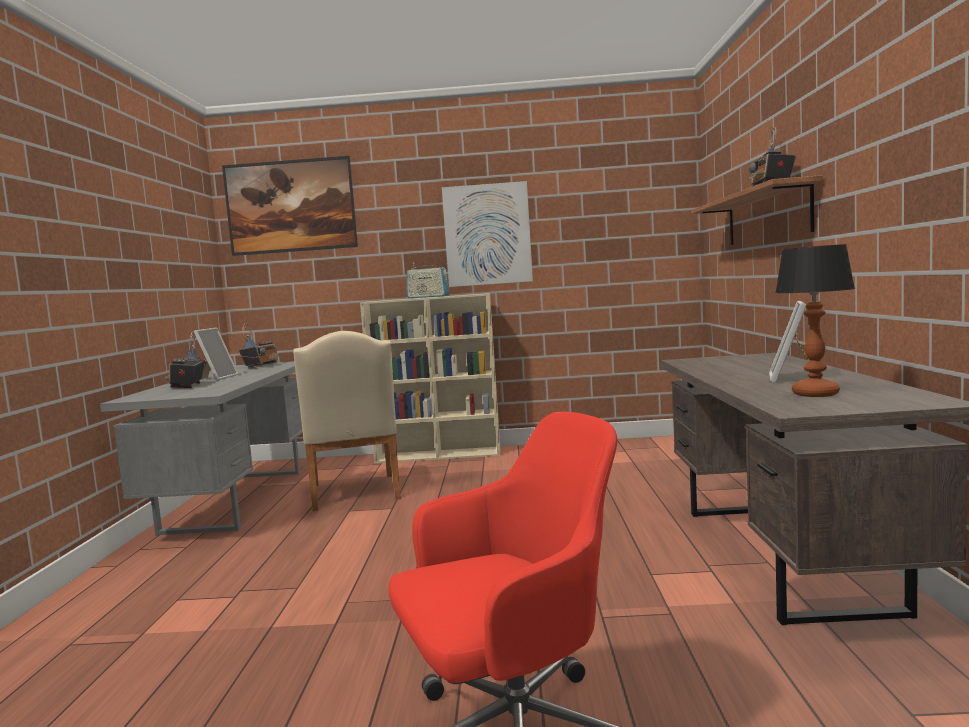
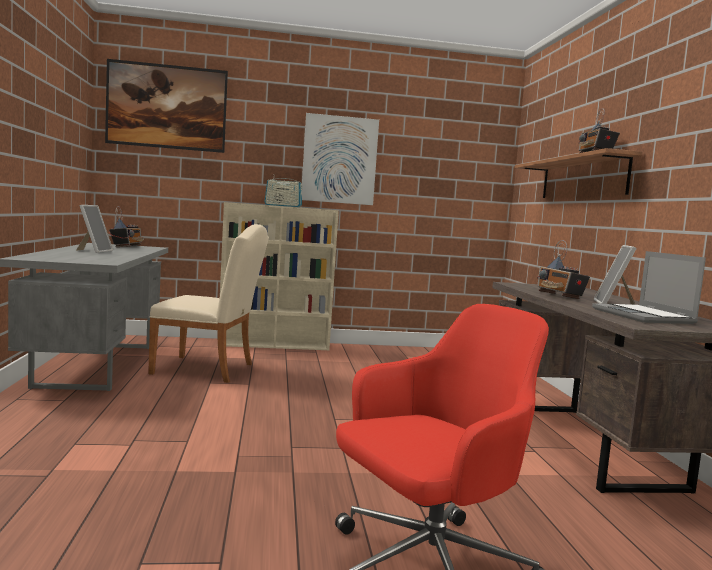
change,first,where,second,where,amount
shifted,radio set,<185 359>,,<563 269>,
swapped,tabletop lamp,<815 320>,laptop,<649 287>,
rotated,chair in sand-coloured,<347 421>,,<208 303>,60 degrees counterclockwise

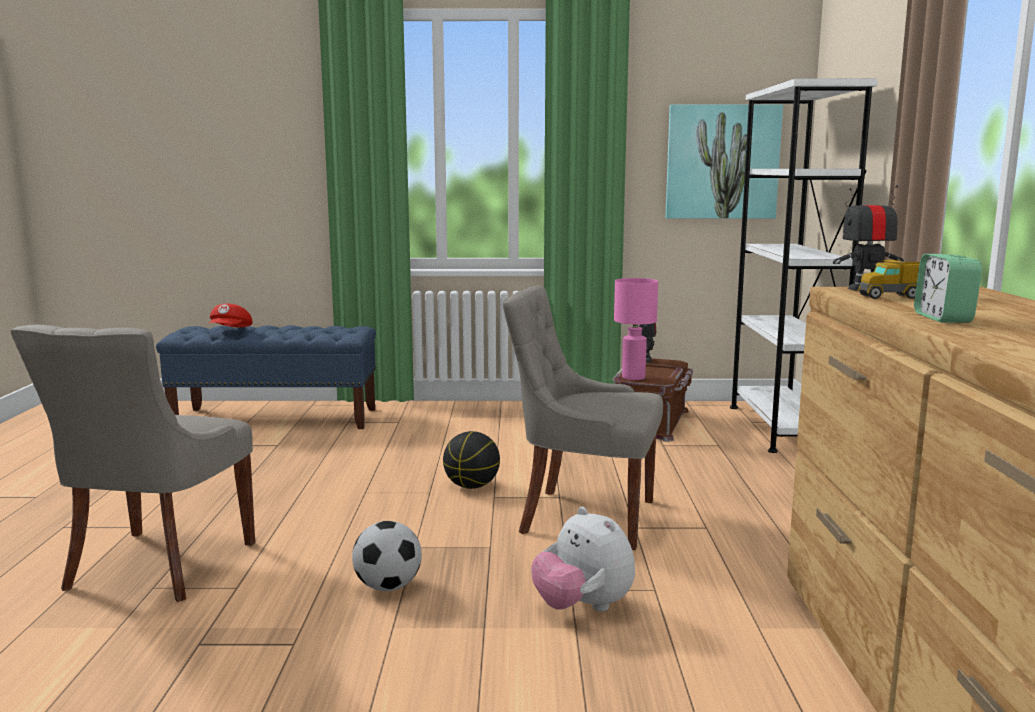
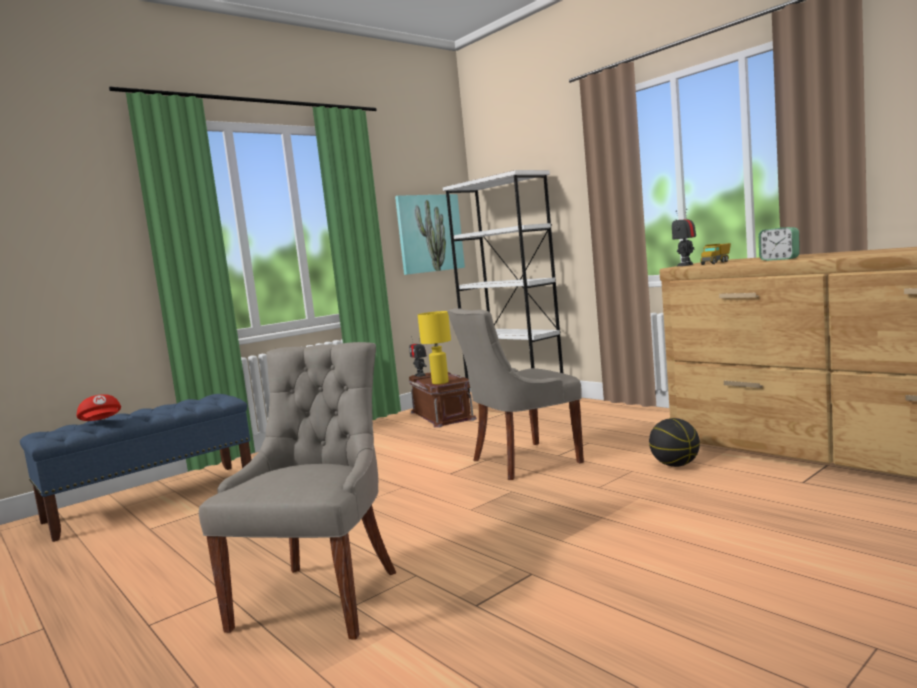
change,first,where,second,where,amount
gone,football,<387 556>,,,
gone,cuddly toy,<583 559>,,,
shifted,basketball,<471 460>,,<674 442>,
repainted,tabletop lamp in pink,<636 329>,tabletop lamp in yellow,<434 347>,
rotated,chair in gray,<132 463>,,<297 491>,135 degrees counterclockwise

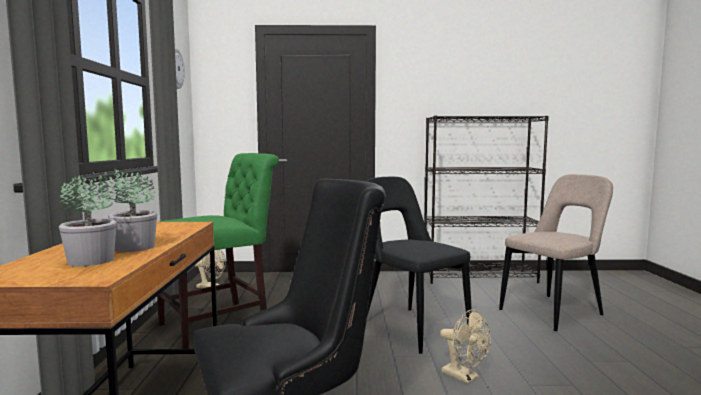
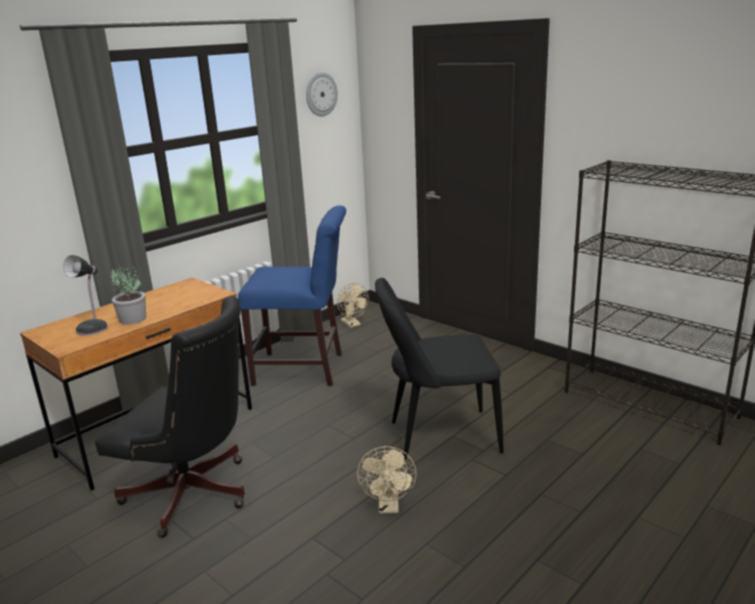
change,first,where,second,where,amount
gone,chair in sand-coloured,<556 252>,,,
swapped,houseplant,<87 218>,tabletop lamp,<85 295>,
repainted,chair in green-coloured,<218 251>,chair in bluish,<292 295>,
rotated,chair in black,<418 265>,,<439 371>,105 degrees counterclockwise

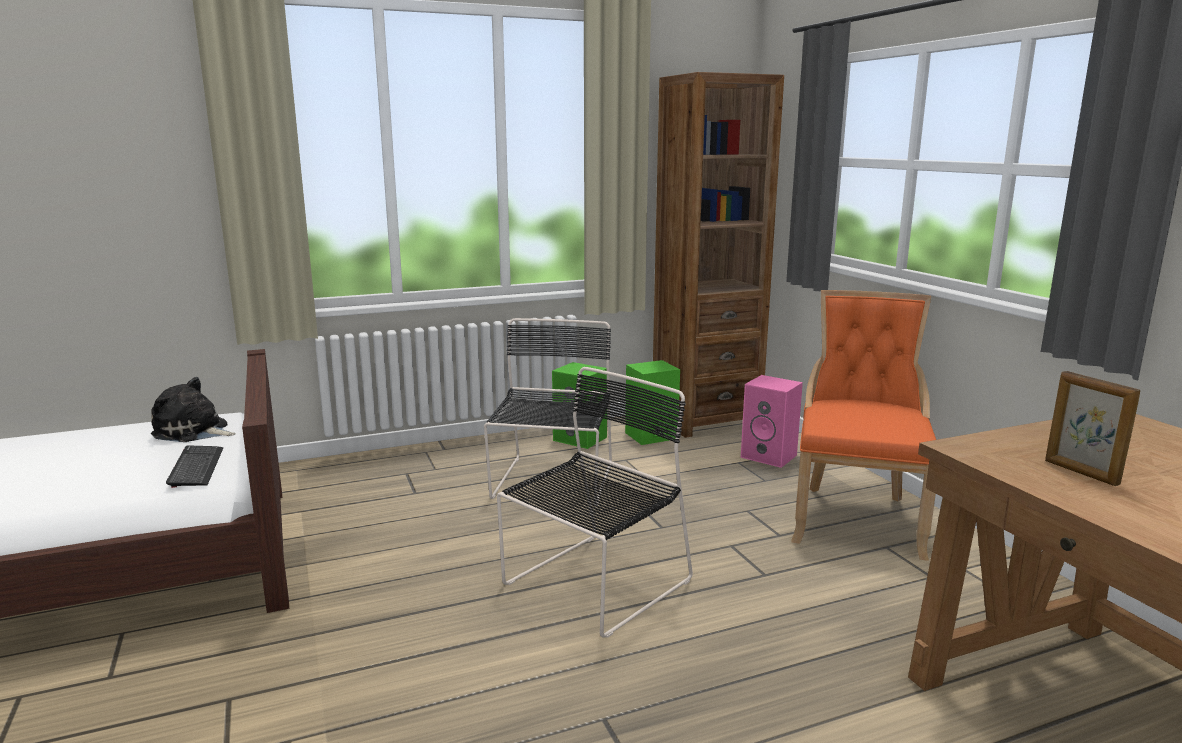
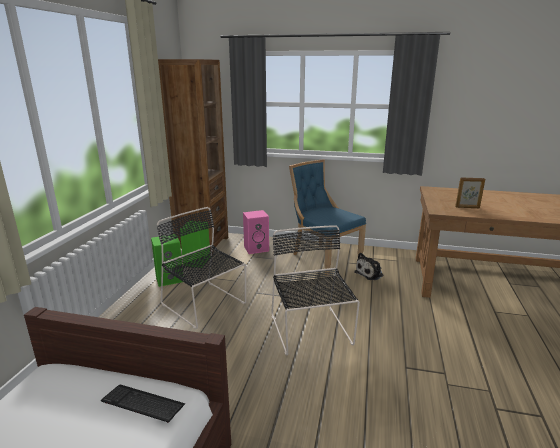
change,first,where,second,where,amount
shifted,cuddly toy,<193 409>,,<368 266>,
repainted,chair in orangey,<863 425>,chair in bluish,<327 218>,

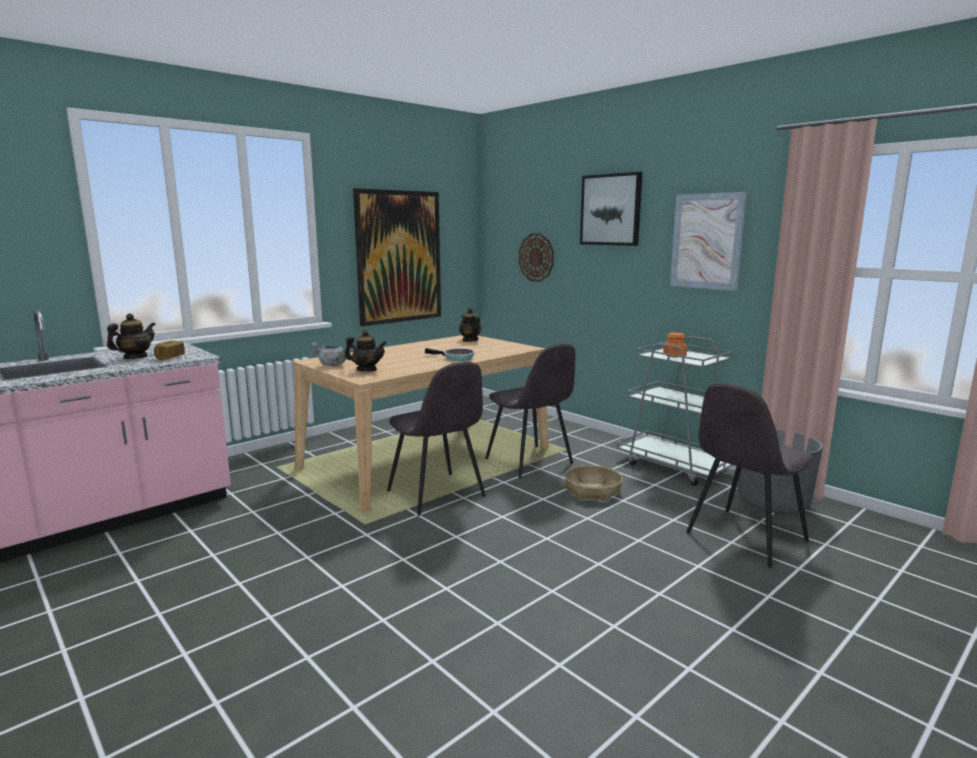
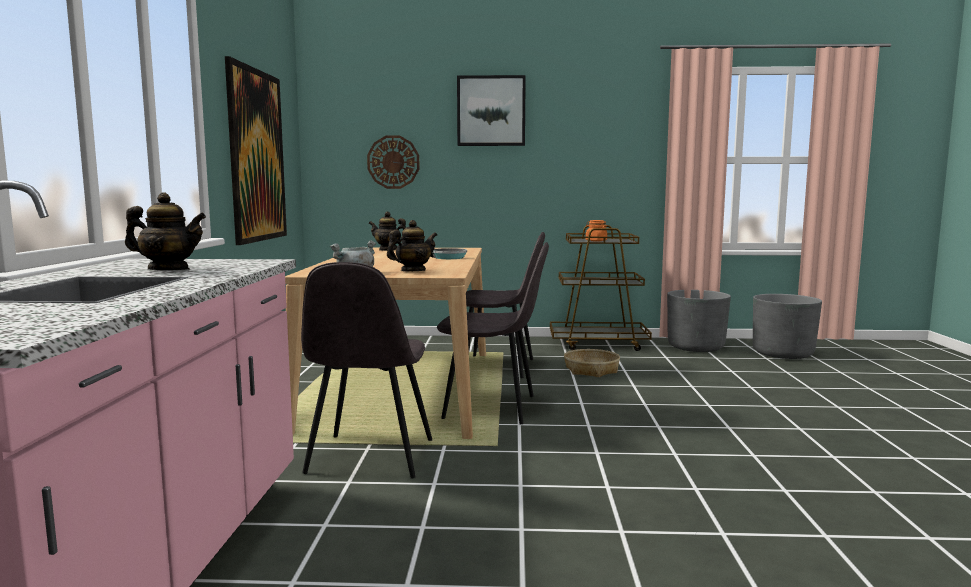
change,first,where,second,where,amount
gone,bakery bread,<169 350>,,,
gone,wall art,<708 241>,,,
new,,,flower pot in gray,<787 326>,
shifted,chair in gray,<750 475>,,<366 370>,
repainted,wheeled cart in gray,<675 411>,wheeled cart in brownish,<601 288>,
rotated,tea pot,<131 336>,,<165 231>,105 degrees clockwise

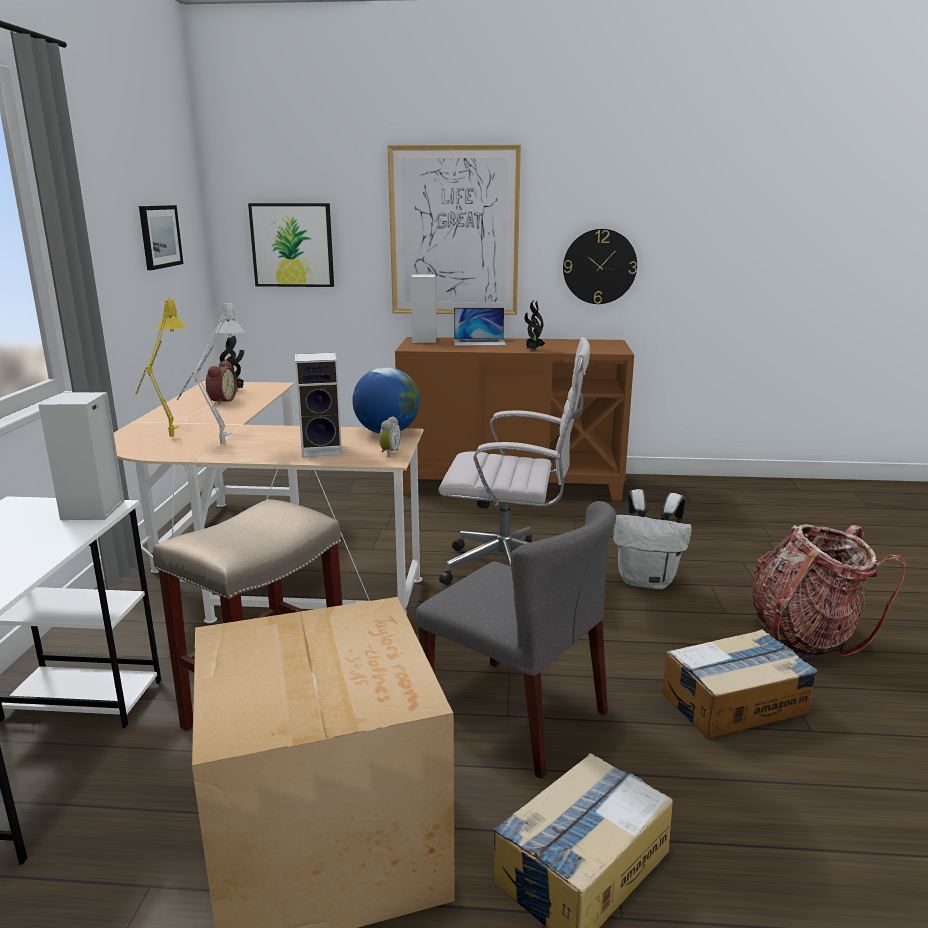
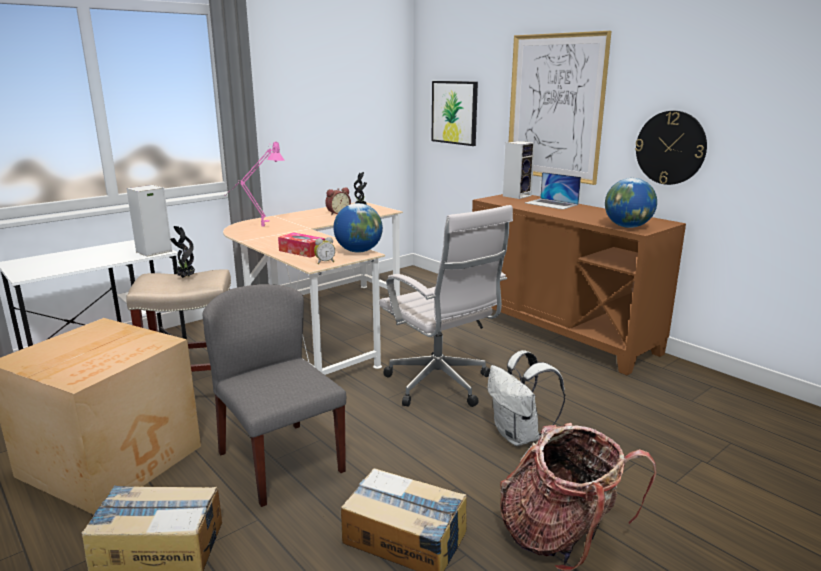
change,first,where,second,where,amount
gone,wall art,<161 237>,,,
gone,tabletop lamp in gray,<211 372>,,,
new,,,desk globe,<631 203>,
shifted,houseplant,<535 325>,,<182 252>,
swapped,loudspeaker,<318 405>,box of tissues,<301 245>,
repainted,tabletop lamp in yellow,<160 367>,tabletop lamp in pink,<254 184>,
rotated,chair in gray,<516 640>,,<274 395>,150 degrees clockwise

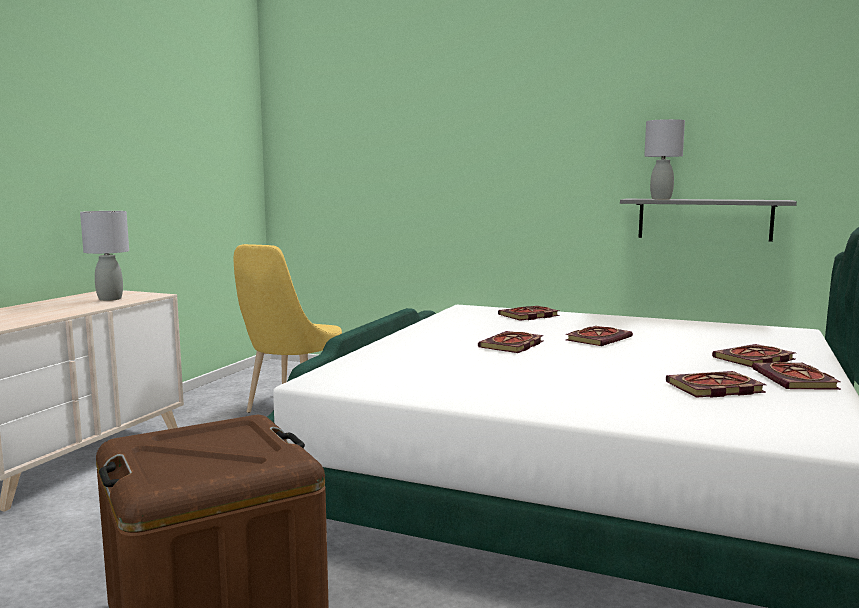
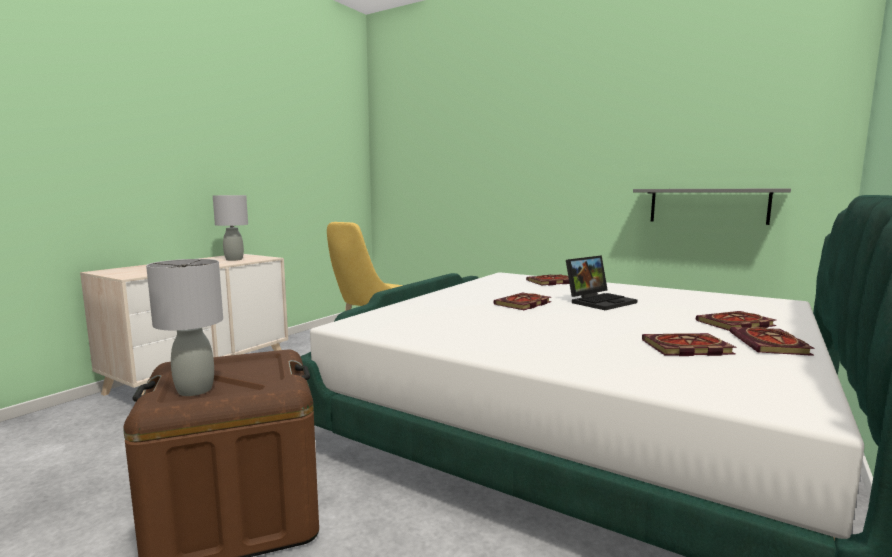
change,first,where,second,where,amount
shifted,tabletop lamp in gray,<664 159>,,<184 327>,
swapped,book,<599 336>,laptop,<601 282>,

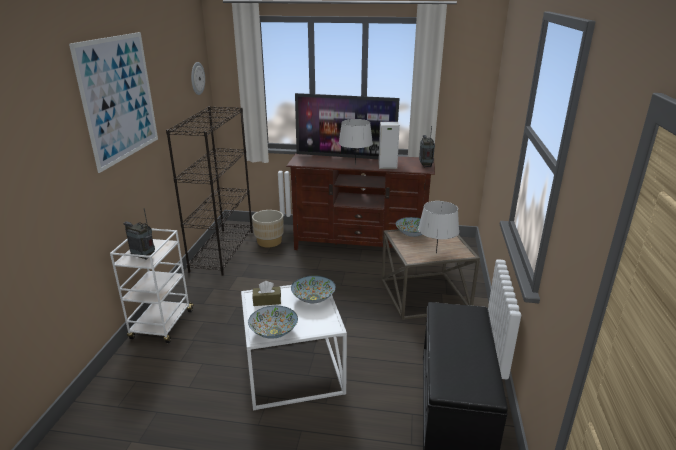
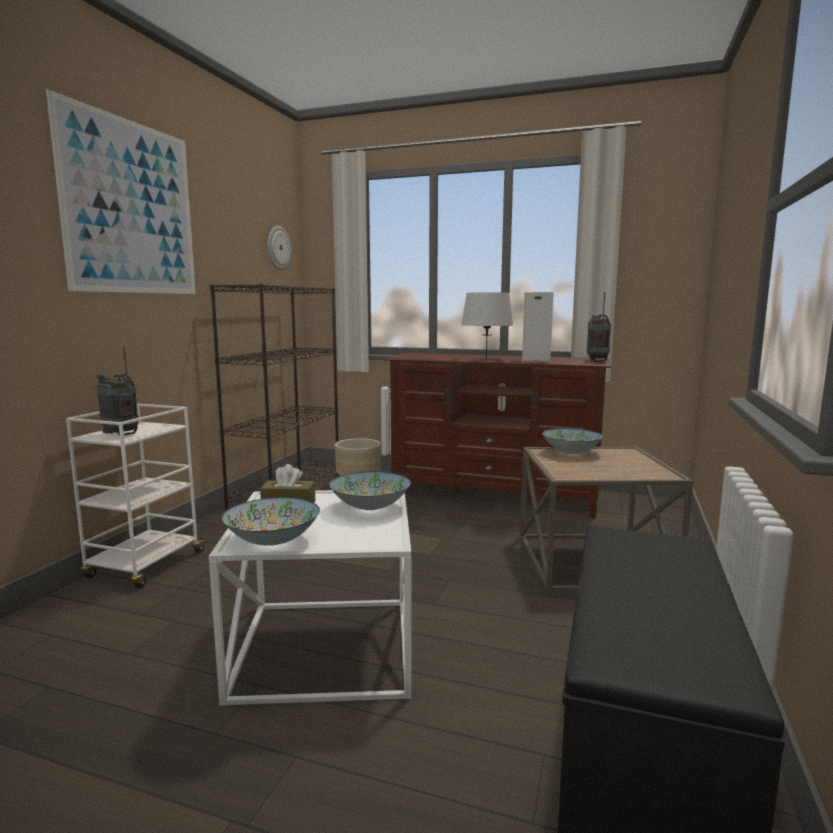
change,first,where,second,where,amount
gone,TV,<347 126>,,,
gone,tabletop lamp in gray,<438 227>,,,

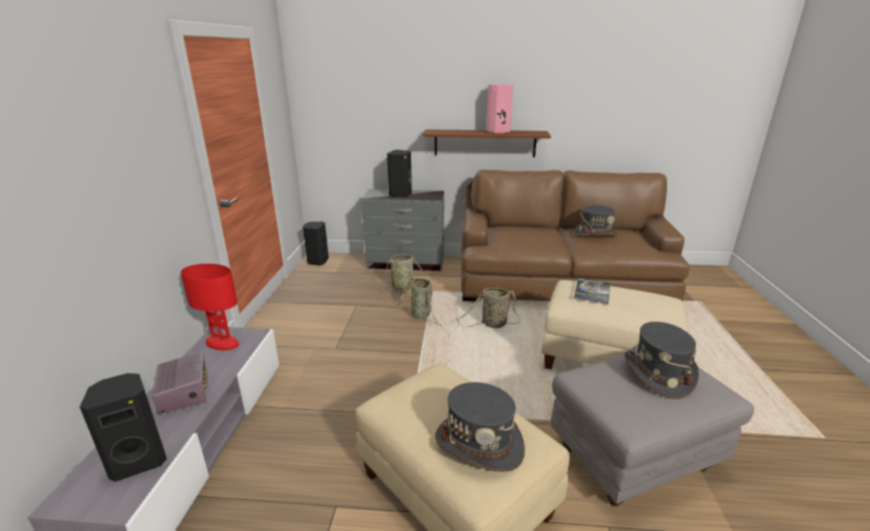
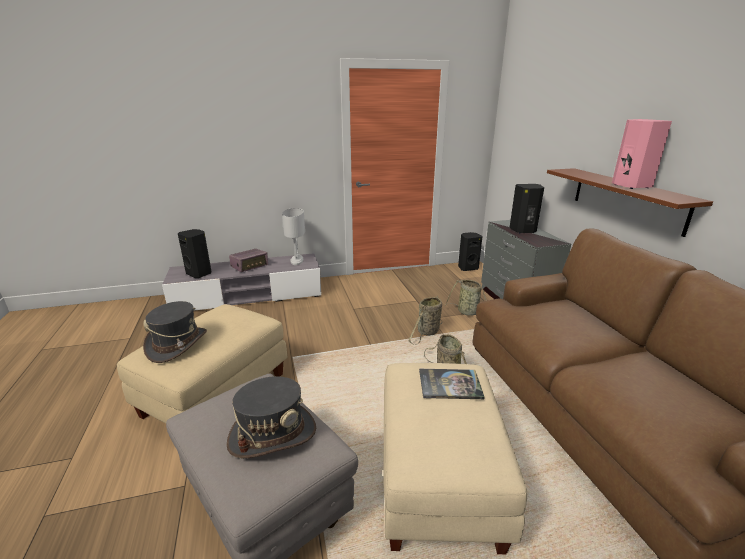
change,first,where,second,where,amount
gone,wearable hat in gray,<595 221>,,,
repainted,tabletop lamp in reddish,<210 307>,tabletop lamp in white,<293 236>,

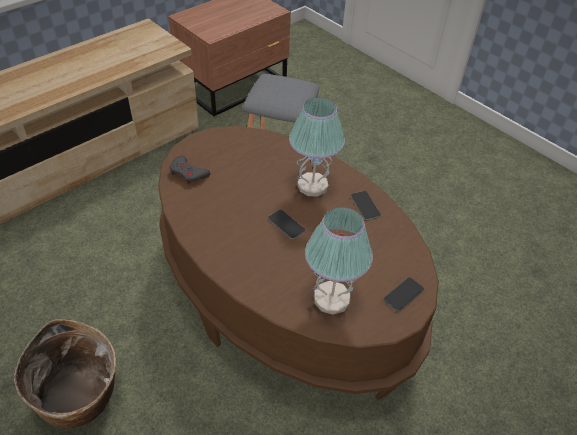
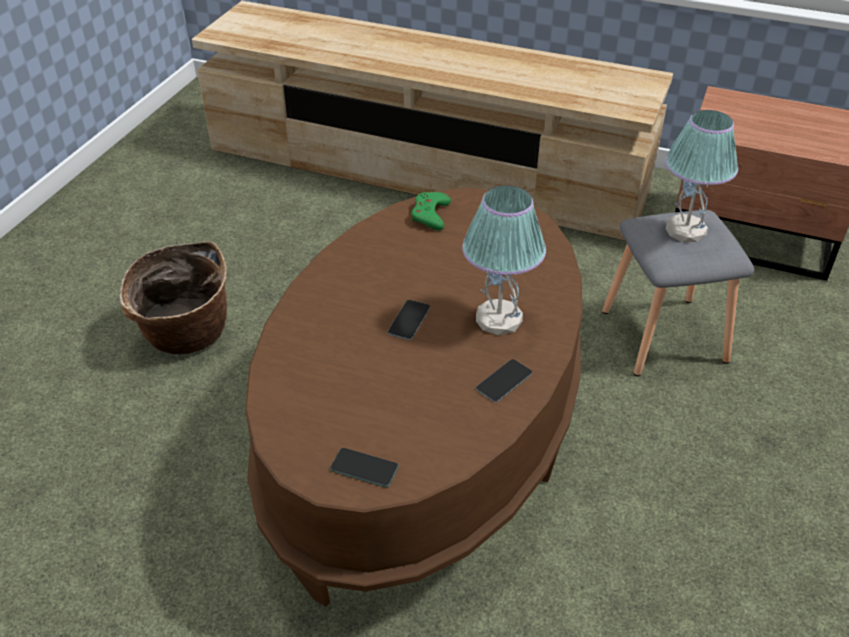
change,first,where,second,where,amount
shifted,tabletop lamp,<339 261>,,<701 176>,
repainted,gamepad in gray,<190 170>,gamepad in green-coloured,<431 211>,

